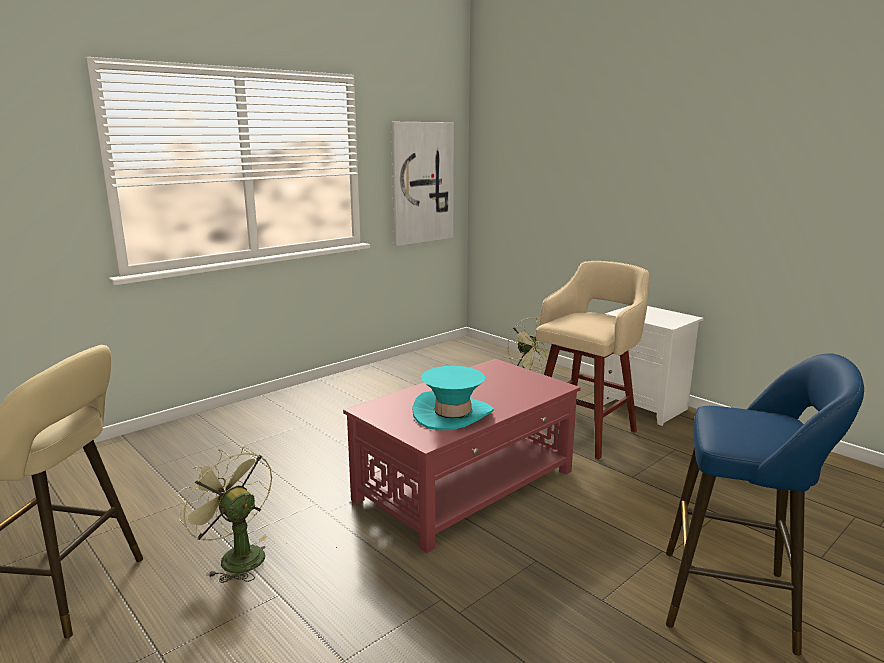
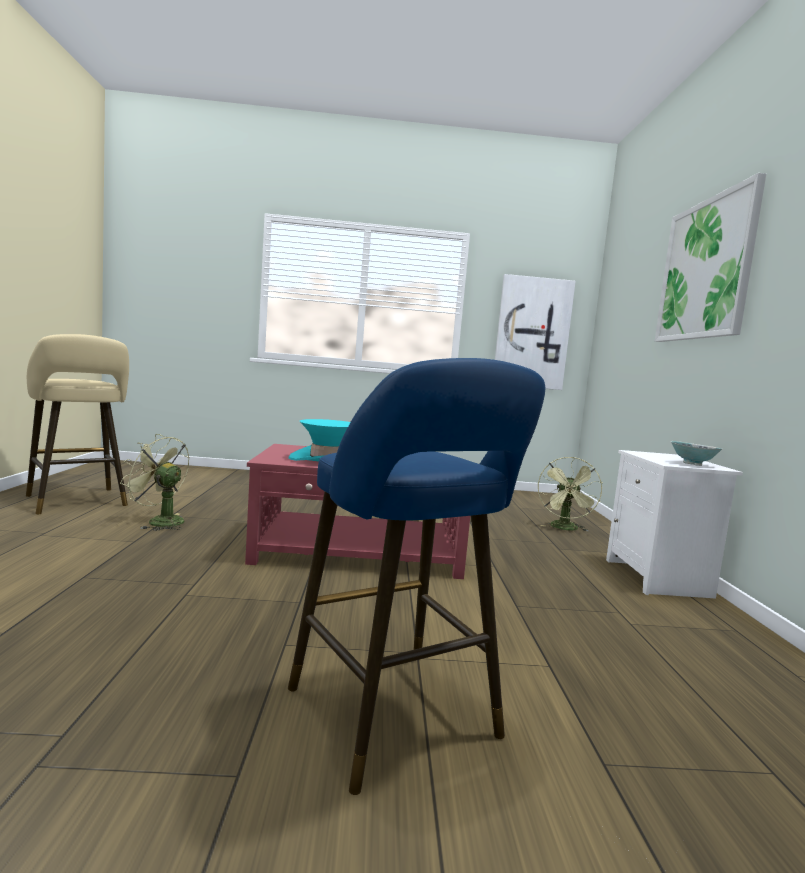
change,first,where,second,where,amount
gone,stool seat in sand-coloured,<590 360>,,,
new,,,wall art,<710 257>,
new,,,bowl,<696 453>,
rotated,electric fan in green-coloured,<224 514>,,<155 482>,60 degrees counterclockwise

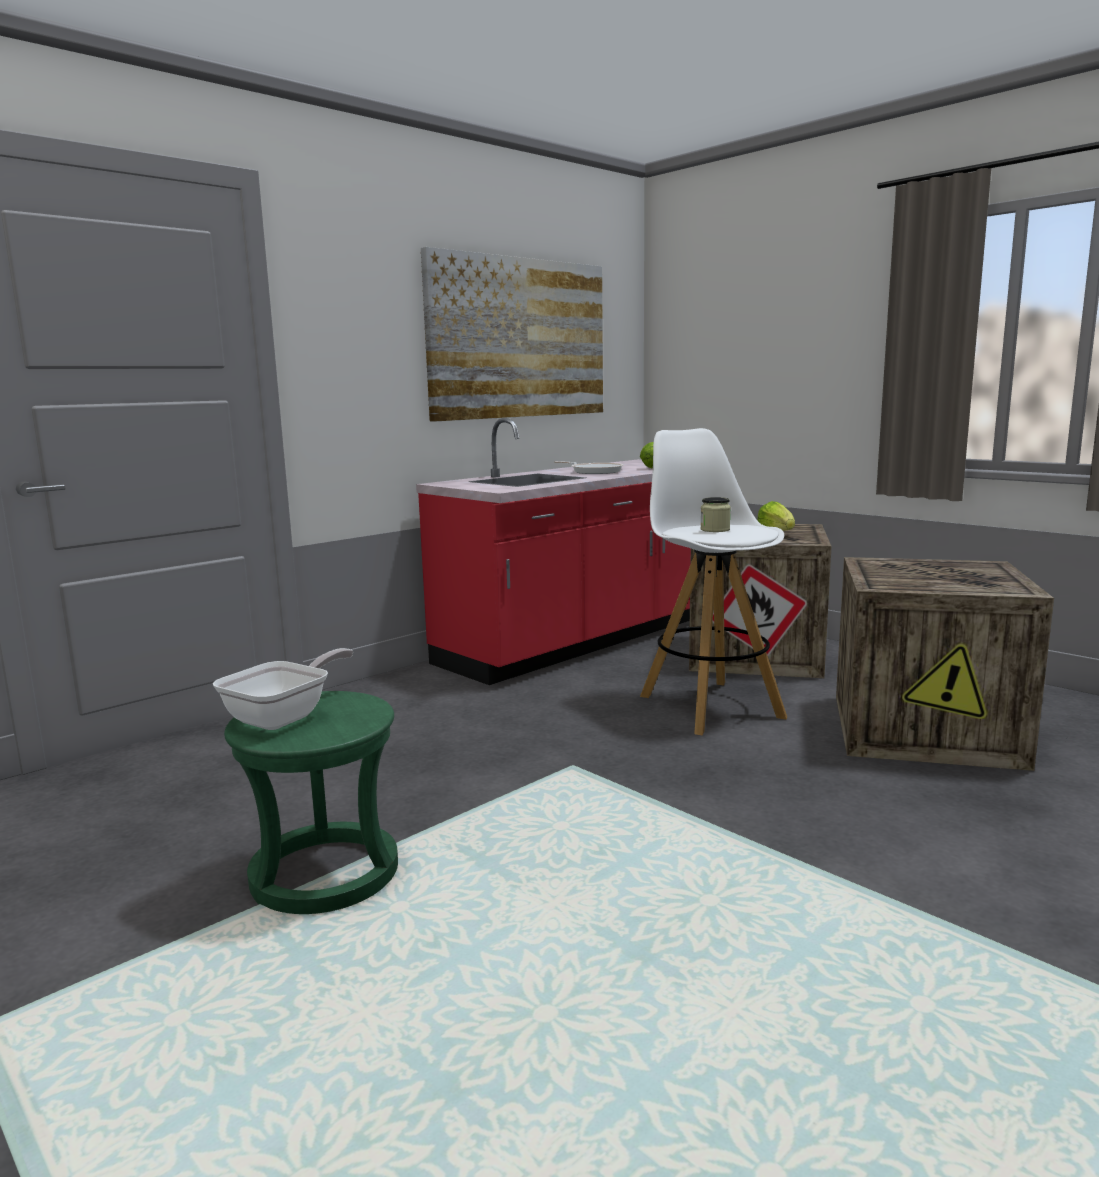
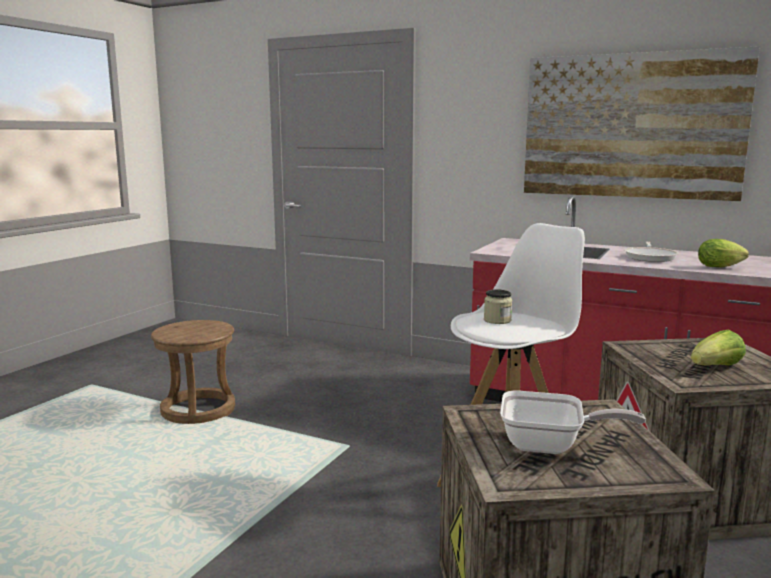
change,first,where,second,where,amount
shifted,skillet,<283 689>,,<573 422>,
repainted,stool seat in green-coloured,<311 802>,stool seat in brownish,<193 372>,

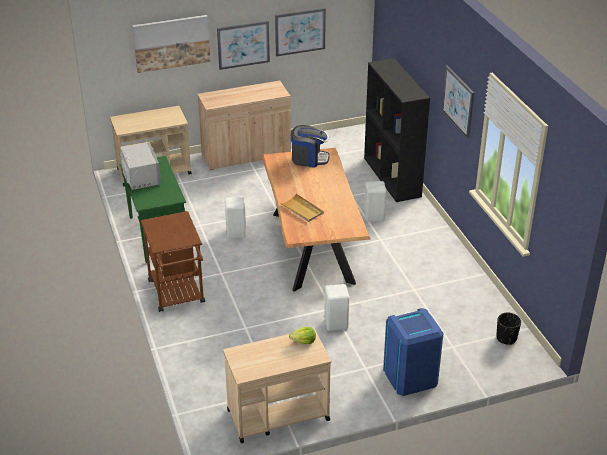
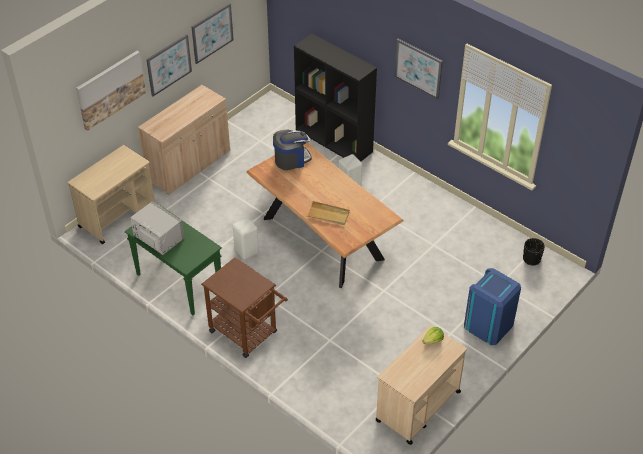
change,first,where,second,where,amount
gone,stool seat in white,<336 307>,,,

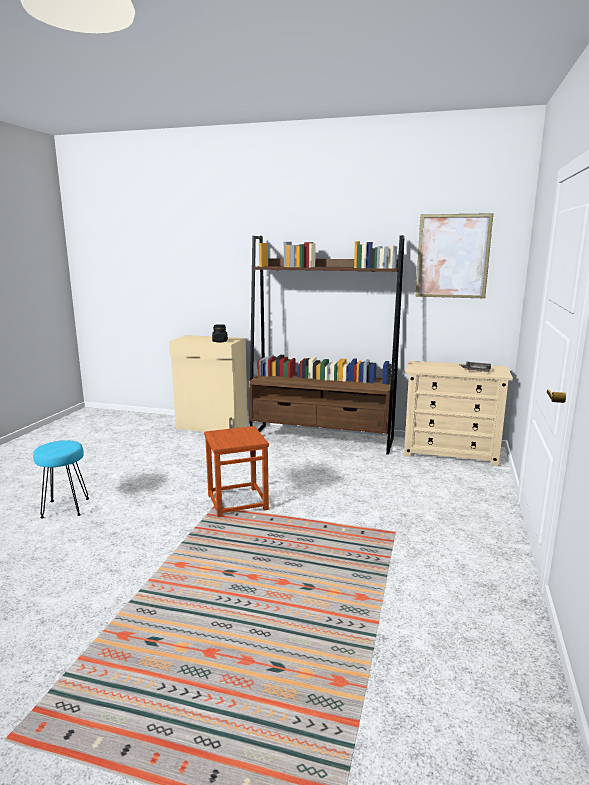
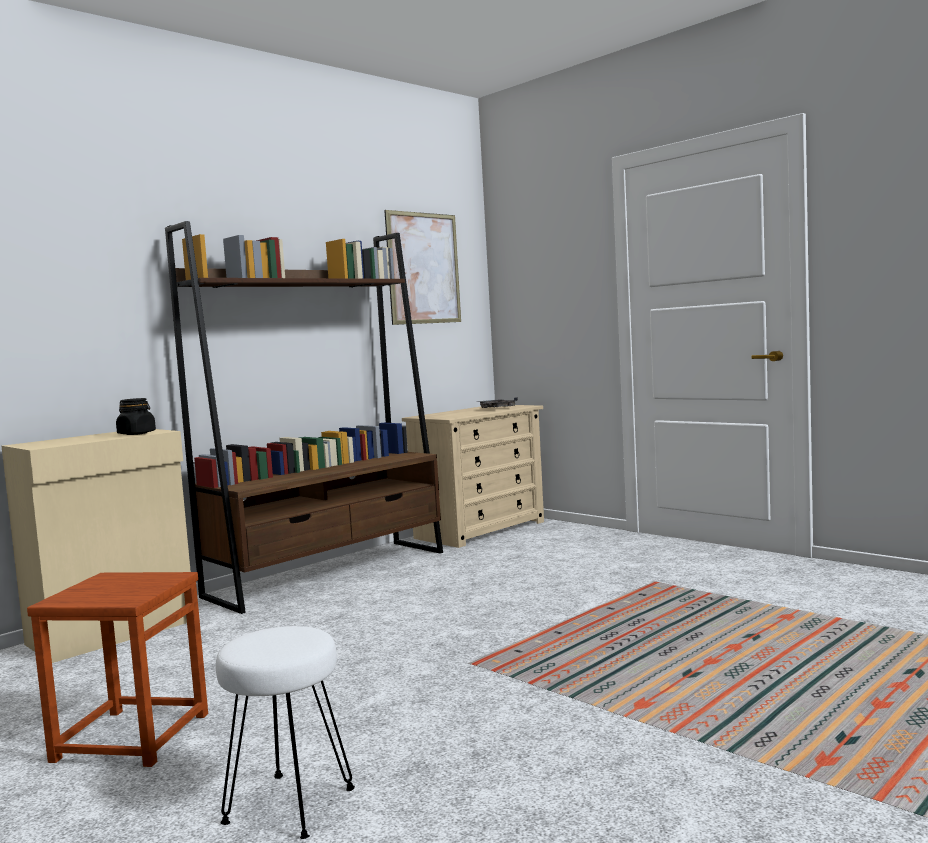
change,first,where,second,where,amount
shifted,stool seat in brownish,<236 471>,,<117 669>,
repainted,stool seat in turquoise-coloured,<61 479>,stool seat in white,<285 732>,

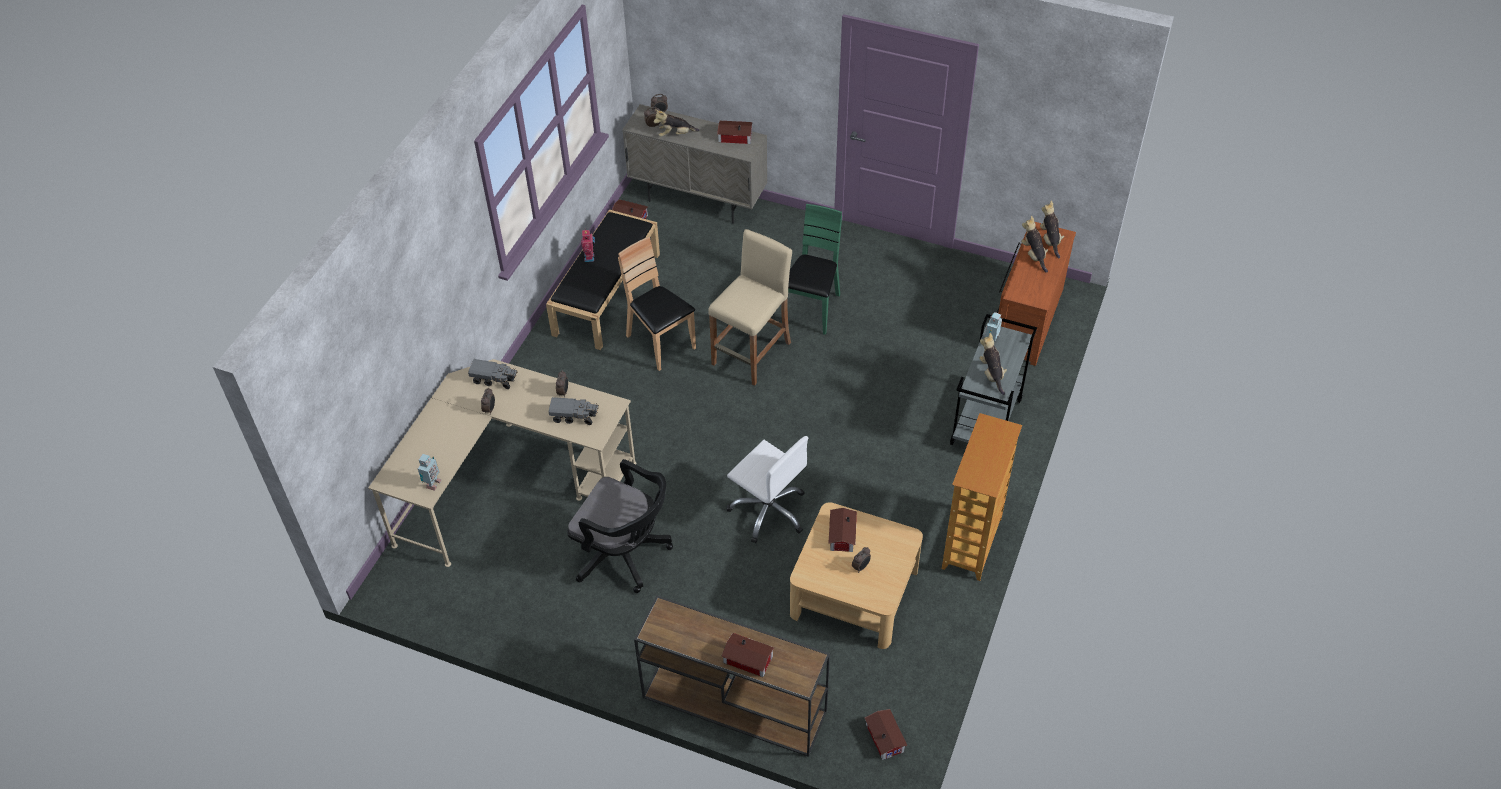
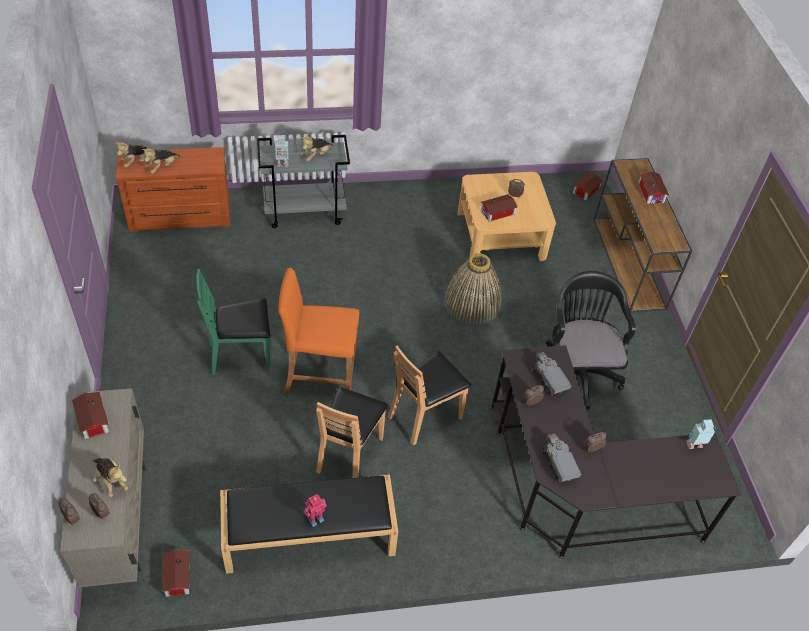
change,first,where,second,where,amount
gone,bookshelf,<982 497>,,,
new,,,chair in brownish,<429 396>,
swapped,computer chair in white,<767 489>,household basket,<472 289>,
repainted,desk unit in sand-coloured,<502 463>,desk unit in black,<615 452>,
repainted,stool seat in sand-coloured,<750 307>,stool seat in orangey,<318 331>,

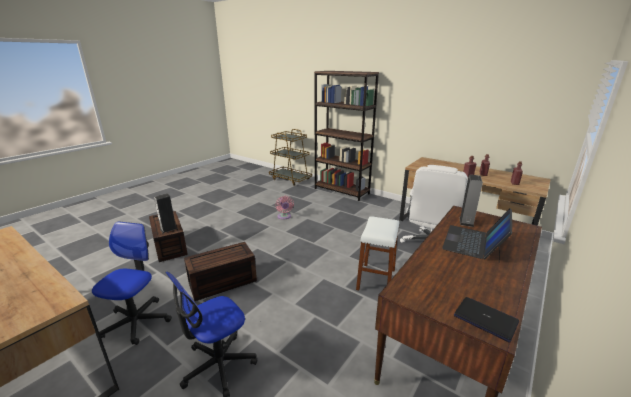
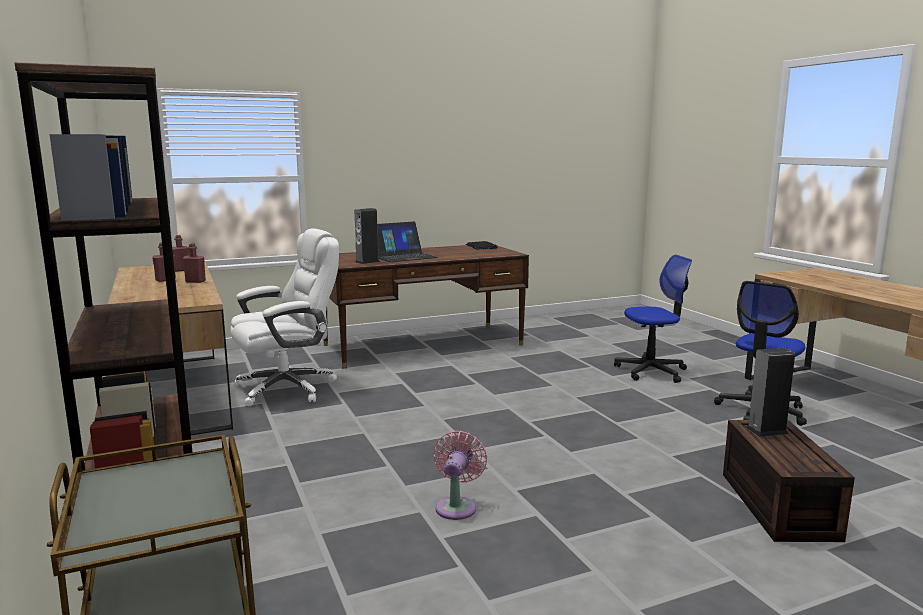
change,first,where,second,where,amount
gone,storage container in brownish,<220 271>,,,
gone,stool seat in white,<377 253>,,,

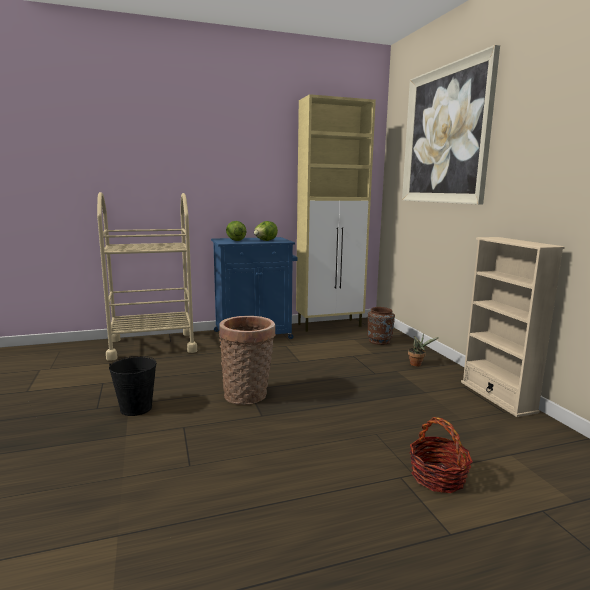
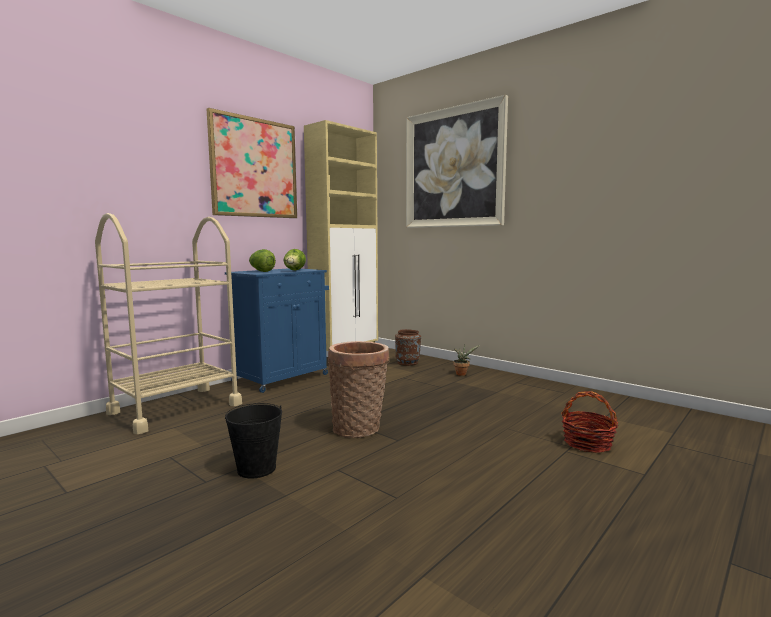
change,first,where,second,where,amount
gone,bookshelf in sand-coloured,<513 327>,,,
new,,,wall art,<252 163>,

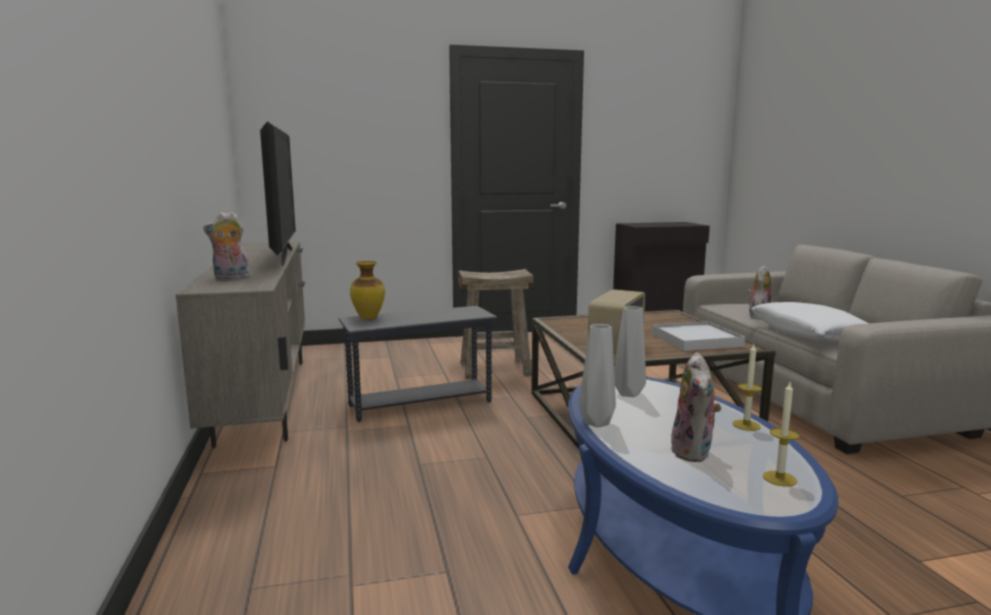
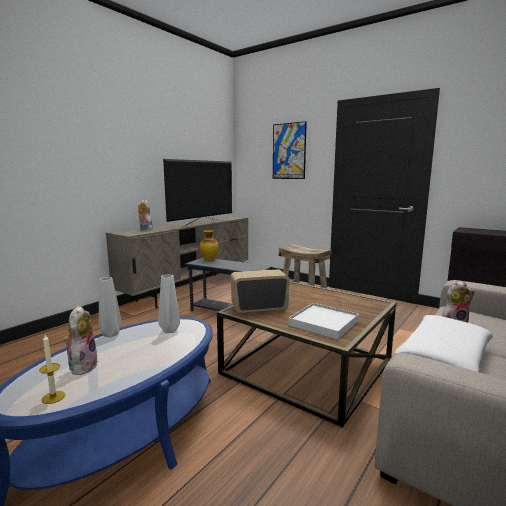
change,first,where,second,where,amount
gone,wax candle,<747 387>,,,
new,,,wall art,<290 150>,
rotated,cuddly toy,<696 407>,,<81 340>,120 degrees clockwise

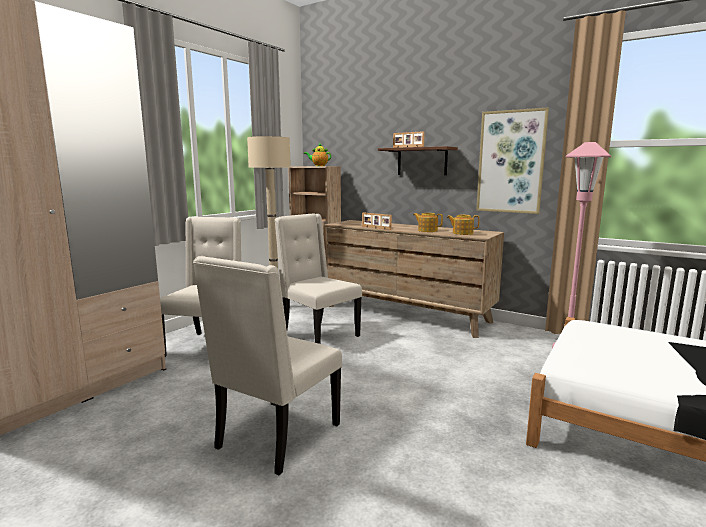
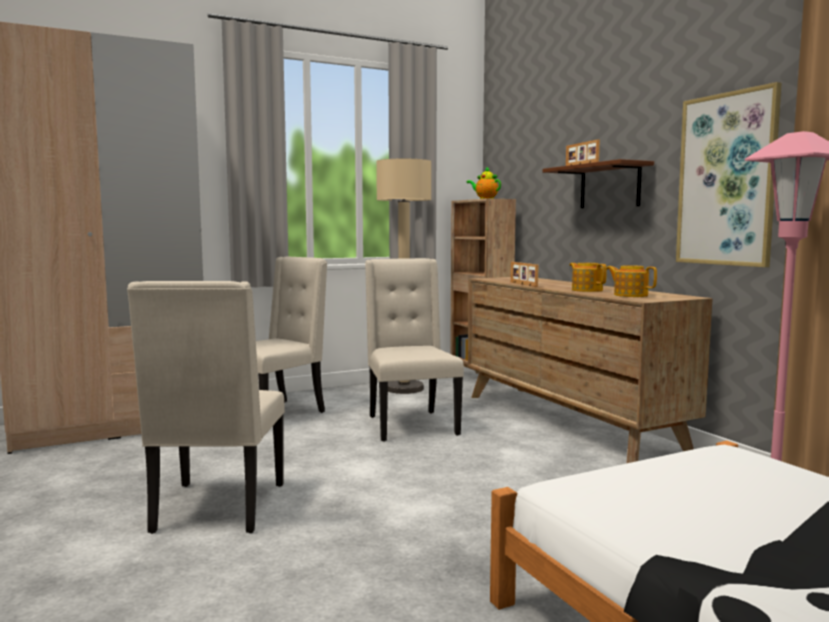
change,first,where,second,where,amount
rotated,chair in sand-coloured,<267 366>,,<206 407>,60 degrees counterclockwise

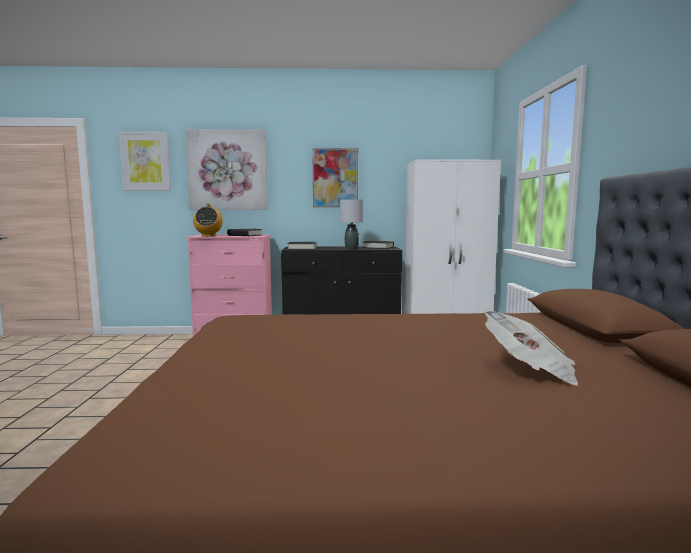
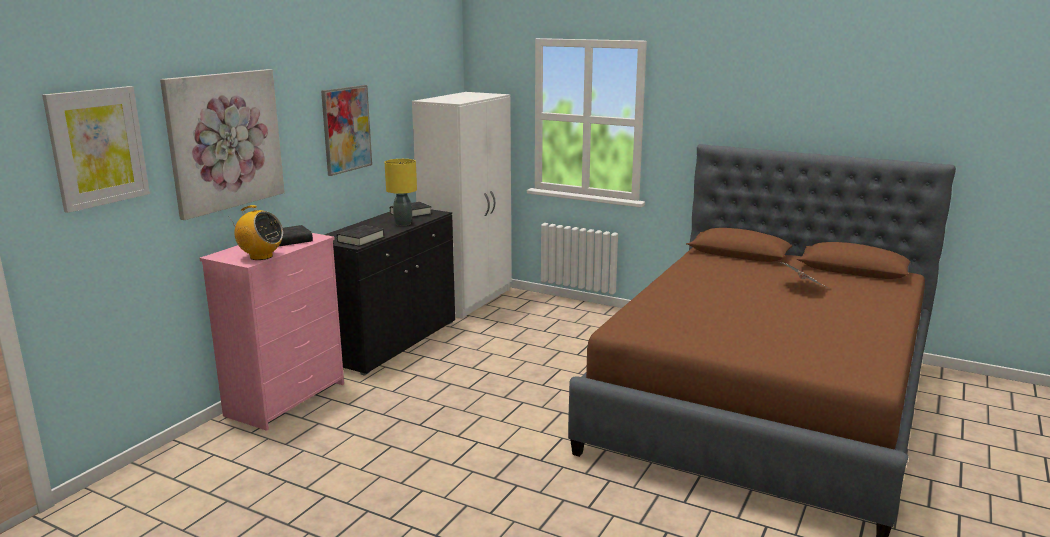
change,first,where,second,where,amount
repainted,tabletop lamp in gray,<352 224>,tabletop lamp in yellow,<401 192>,

